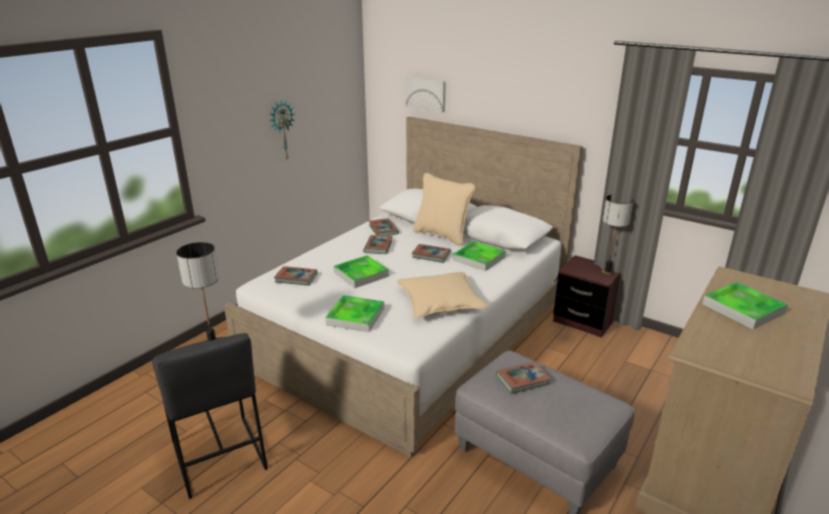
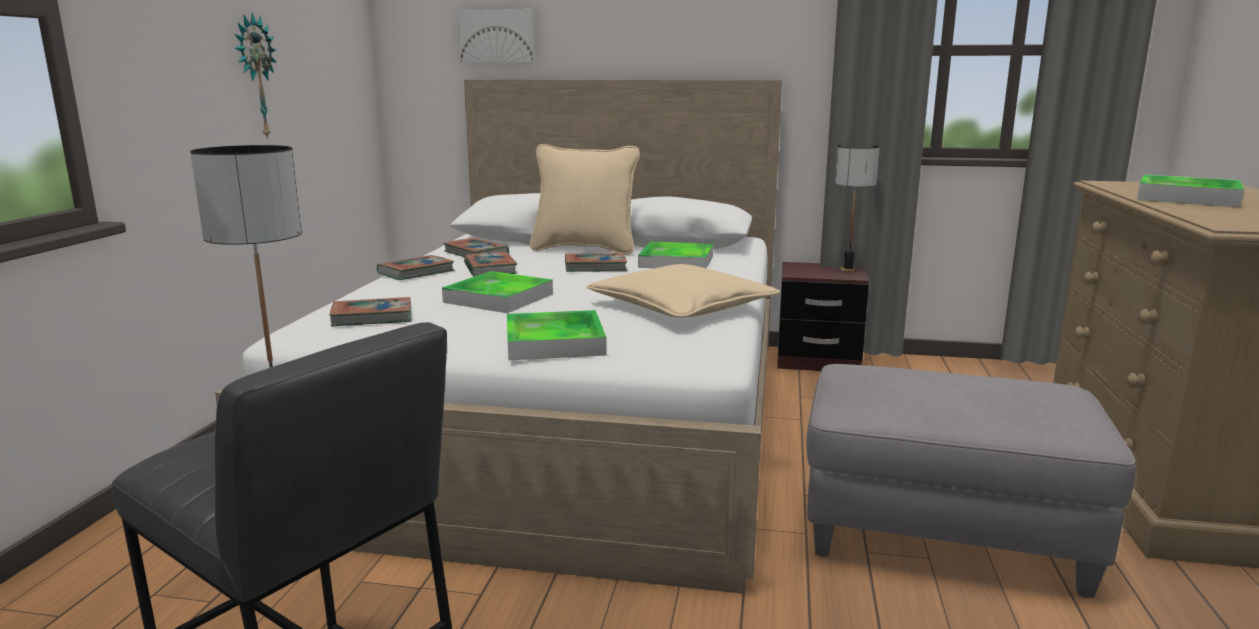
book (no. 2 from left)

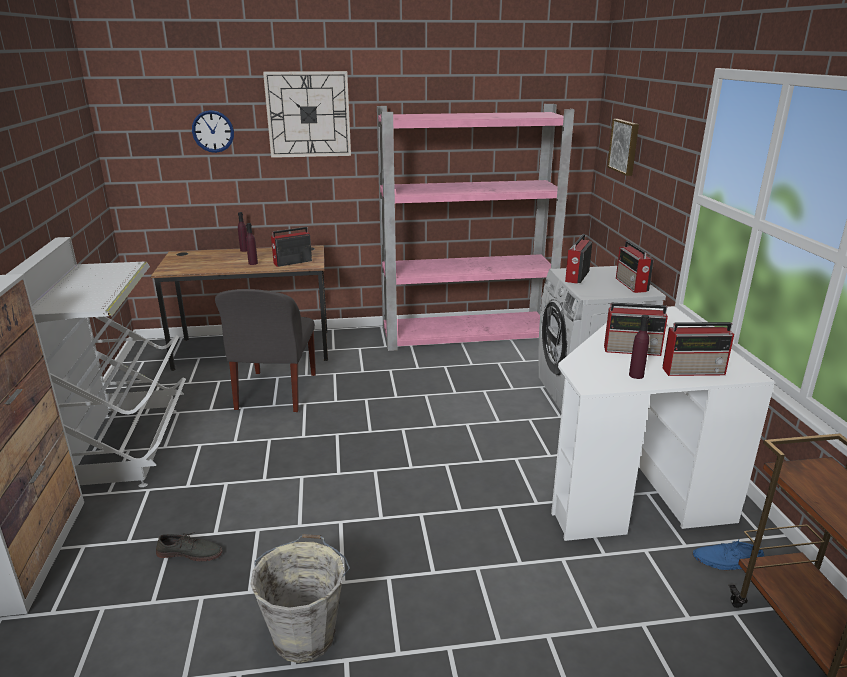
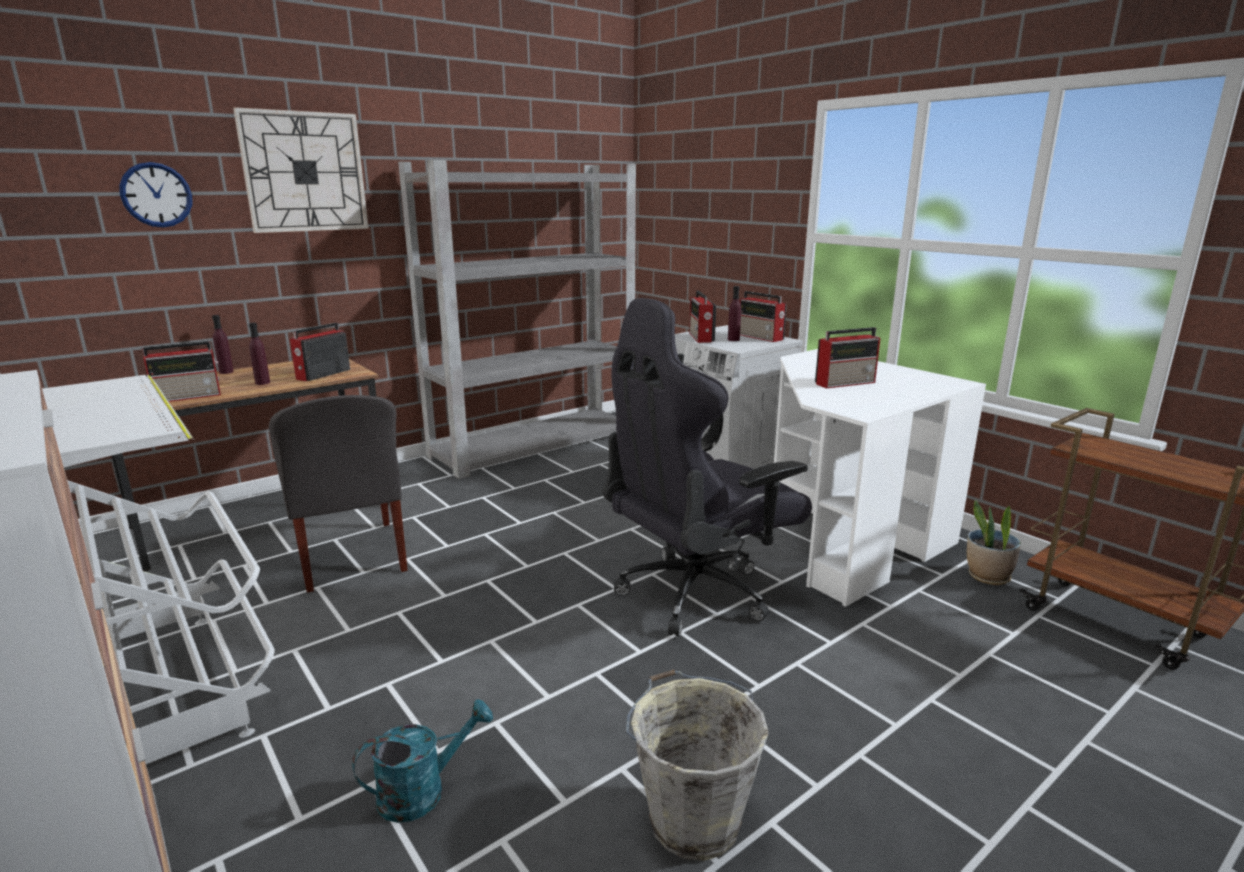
picture; office chair (black); bottle (purple) (no. 3 from left); radio (no. 1 from left); watering can (turquoise); potted plant; bookcase (grey)

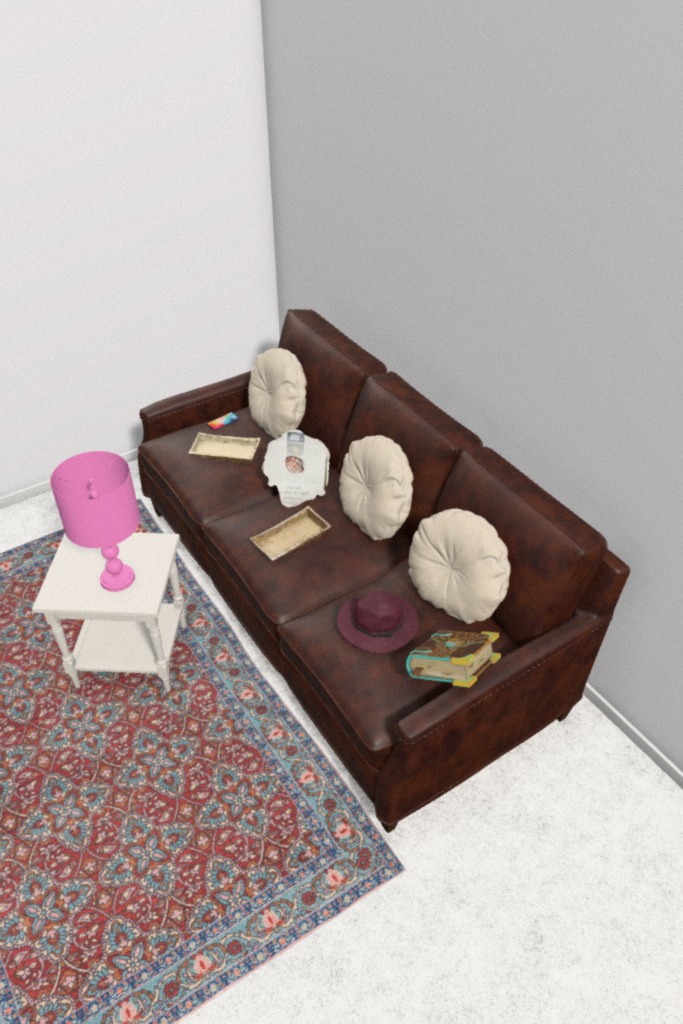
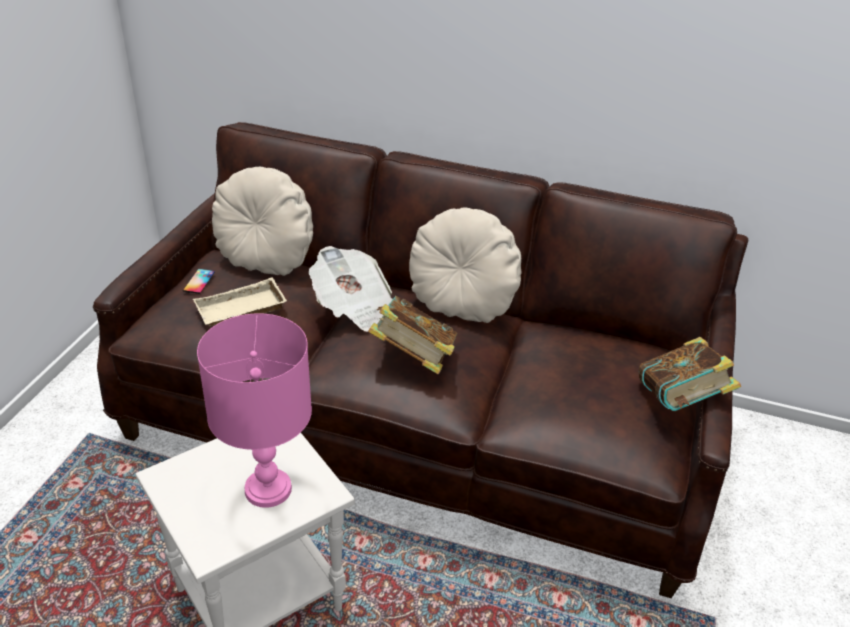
hat (purple); pillow (beige) (no. 3 from left in the first image); book (no. 1 from left)

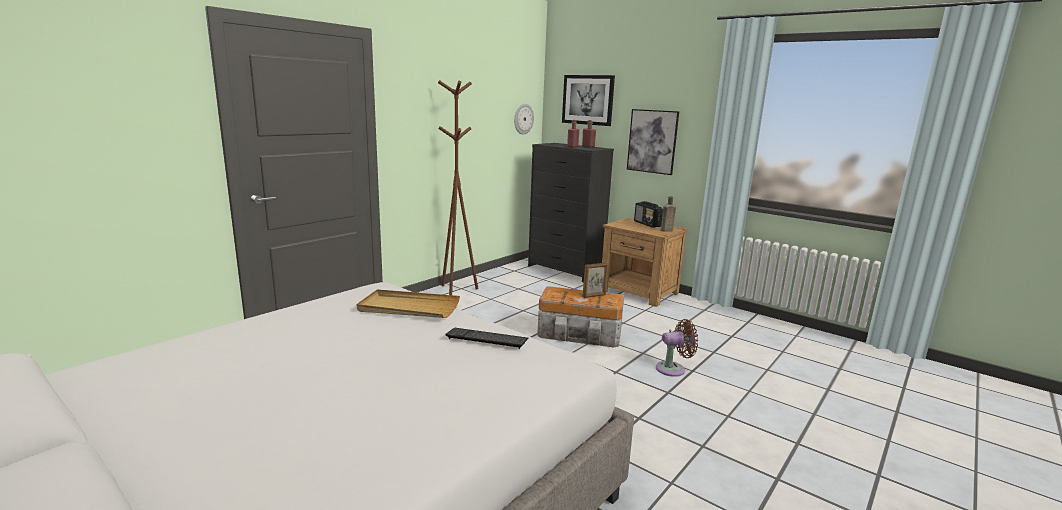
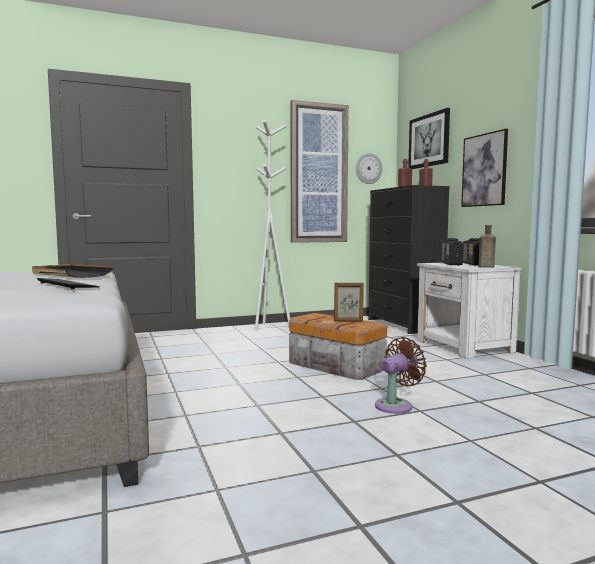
picture (no. 1 from left); radio (no. 1 from left); tray (black); clothes rack (white); nightstand (white); fan (brown)

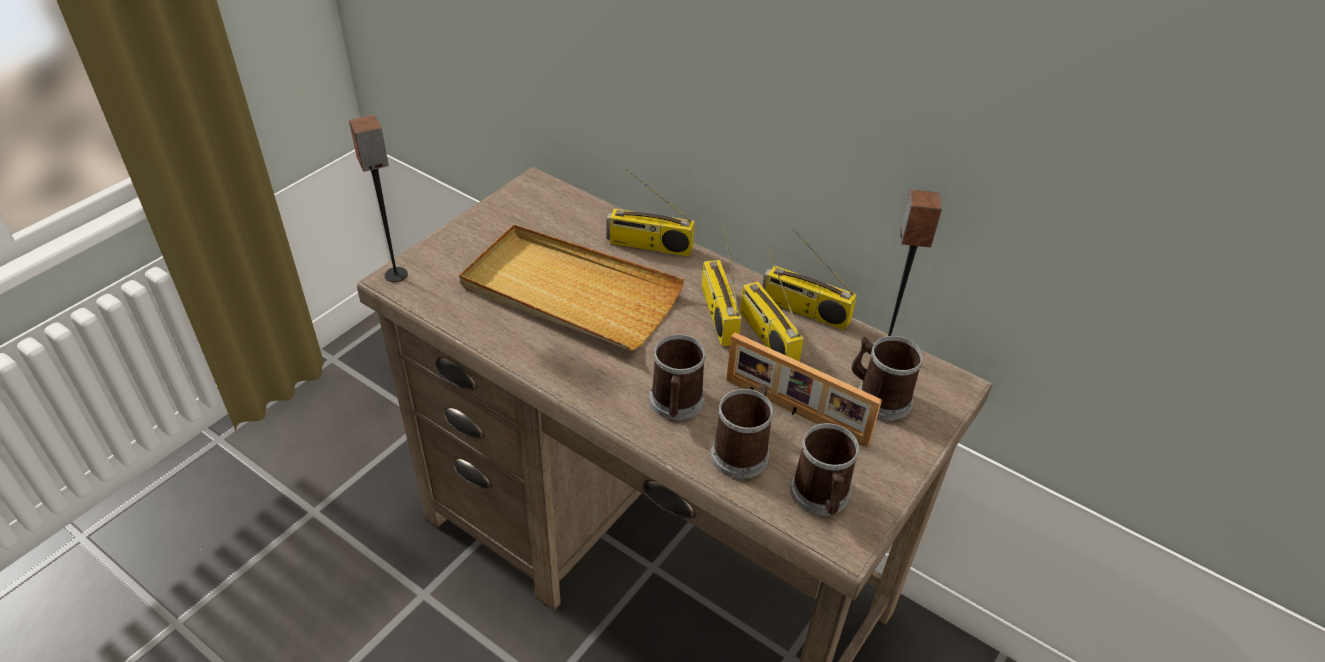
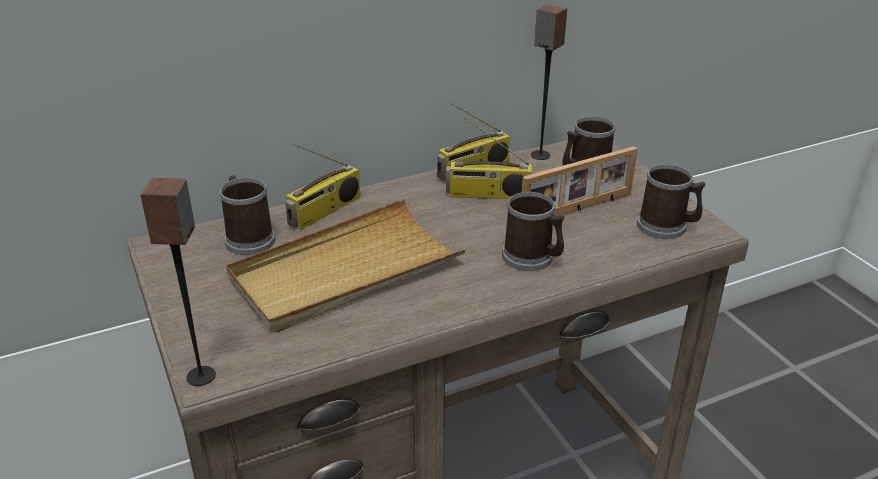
radio (no. 2 from left in the first image); mug (no. 1 from left)

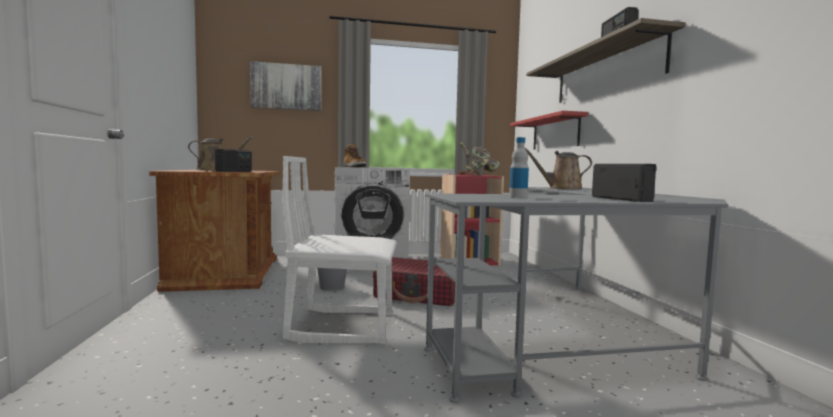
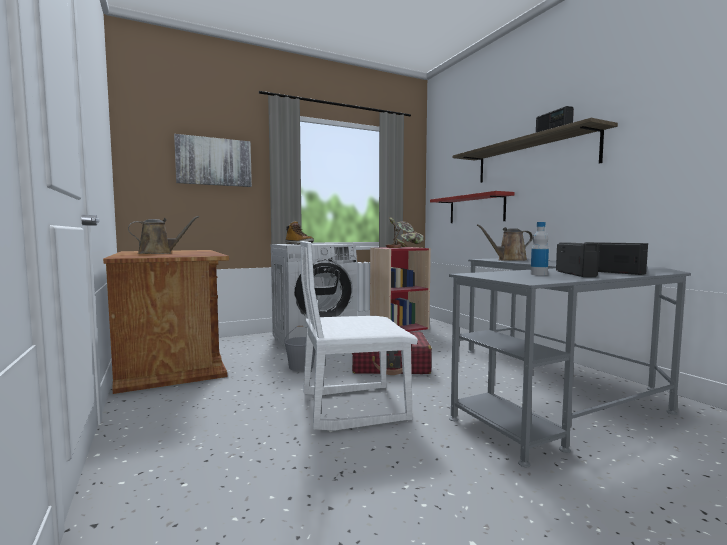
radio (no. 2 from left)

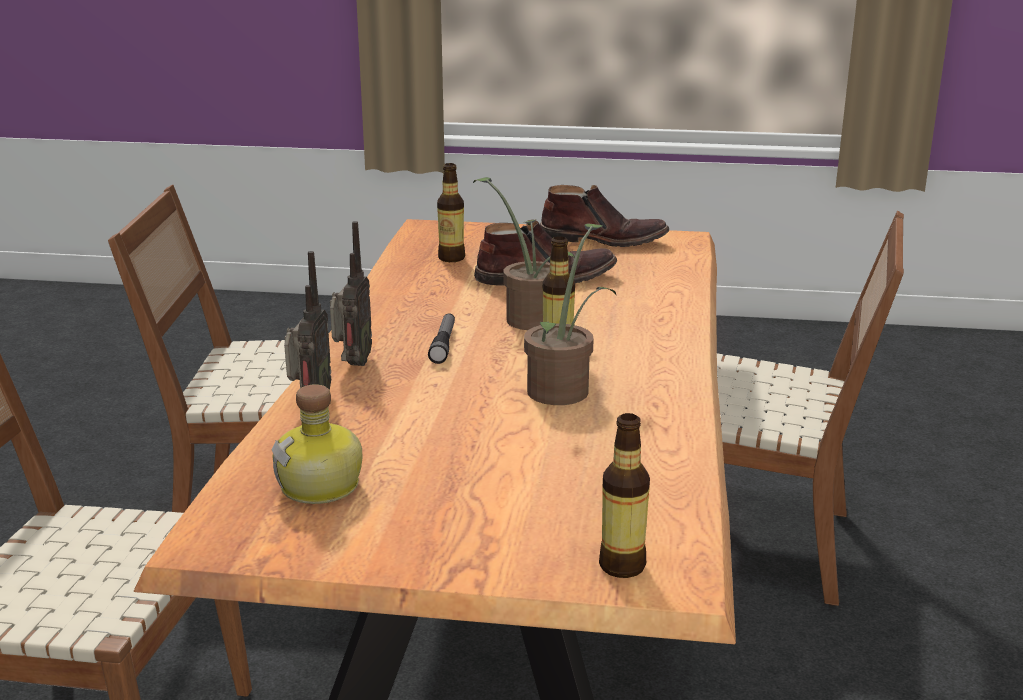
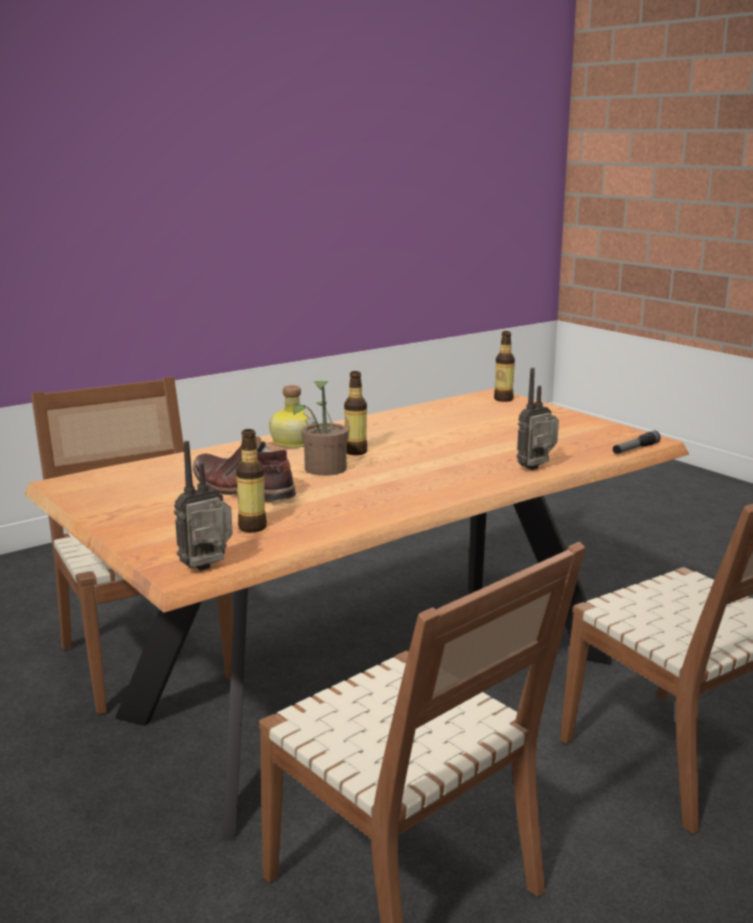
potted plant (no. 2 from left in the first image); boot (brown) (no. 2 from left in the first image); bottle (no. 2 from left); radio (no. 1 from left); flashlight

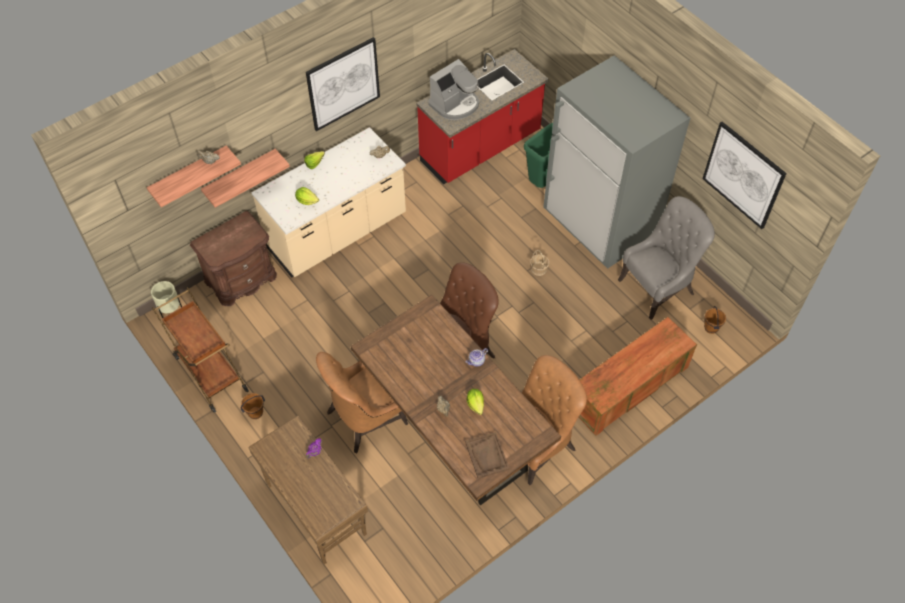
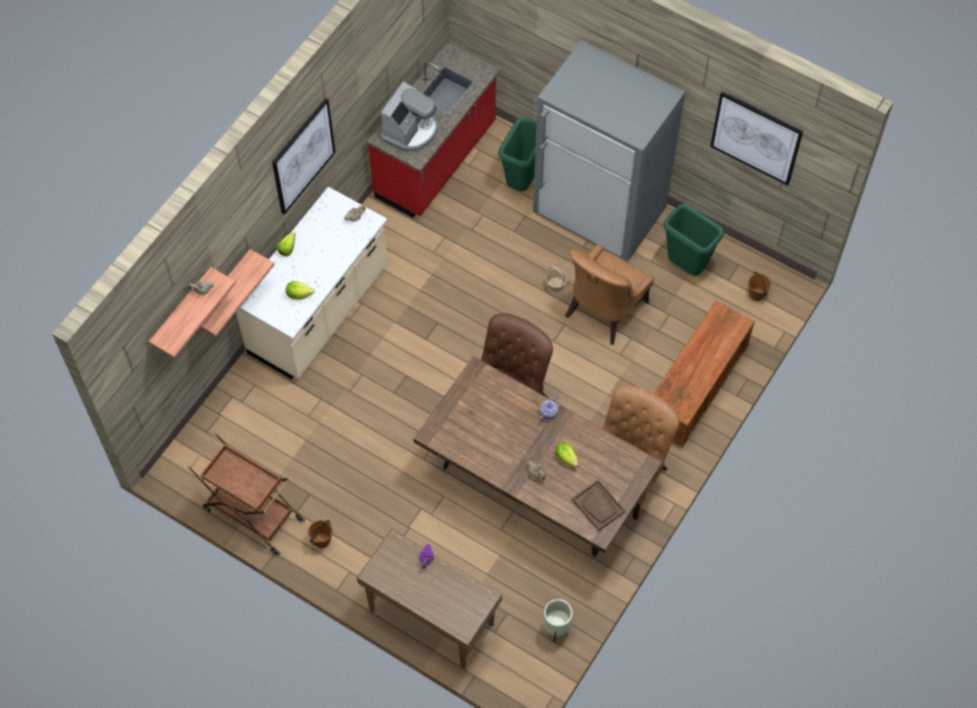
nightstand (brown); planter (beige); chair (brown) (no. 2 from left); trash can (green) (no. 2 from left)

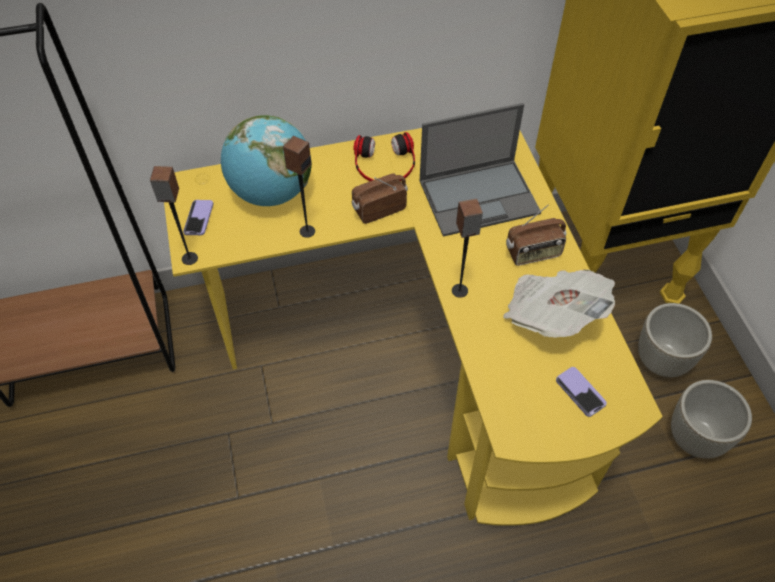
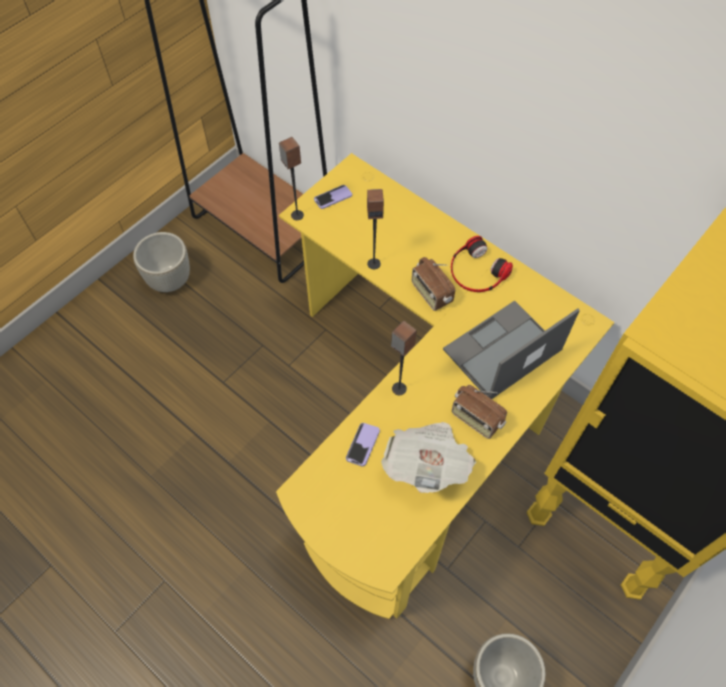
globe; phone (no. 2 from left); planter (grey) (no. 1 from left); radio (no. 1 from left); laptop

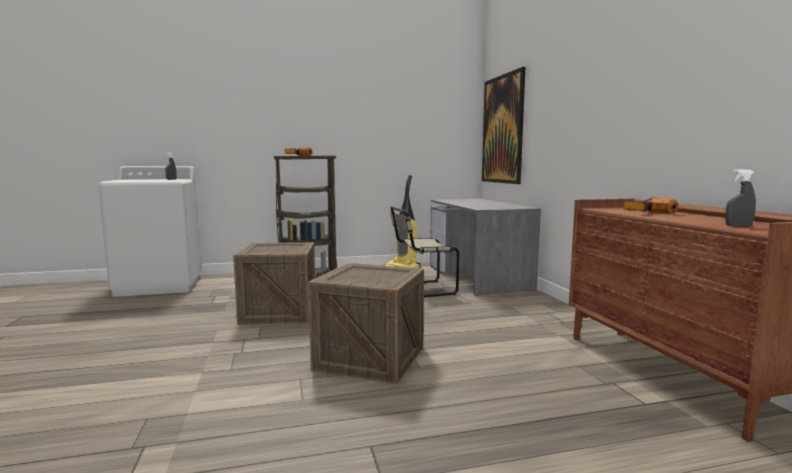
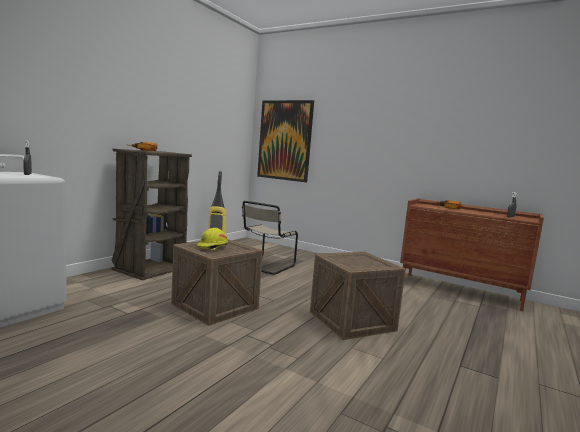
desk (grey); hard hat (yellow)

